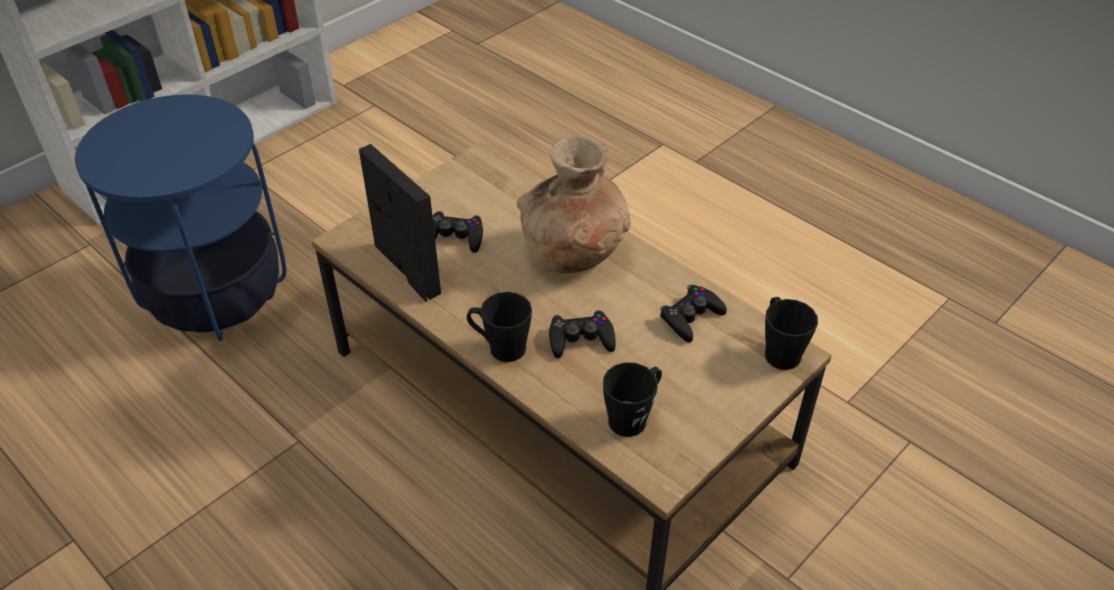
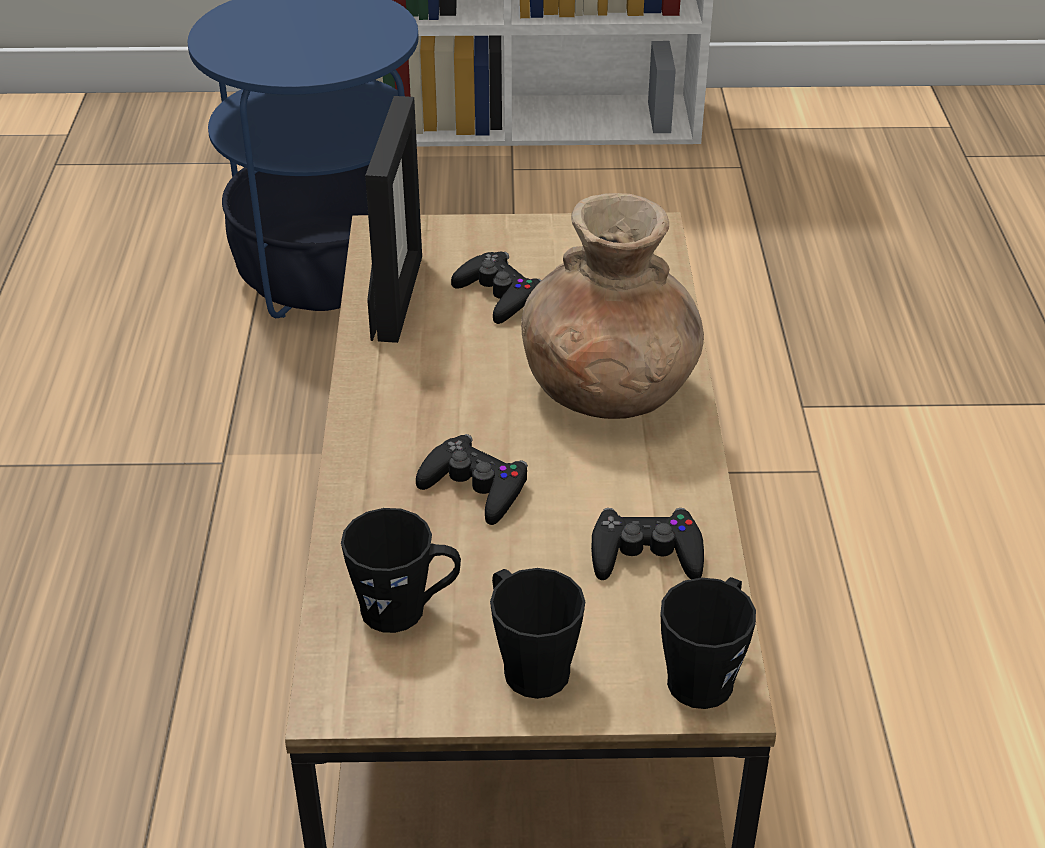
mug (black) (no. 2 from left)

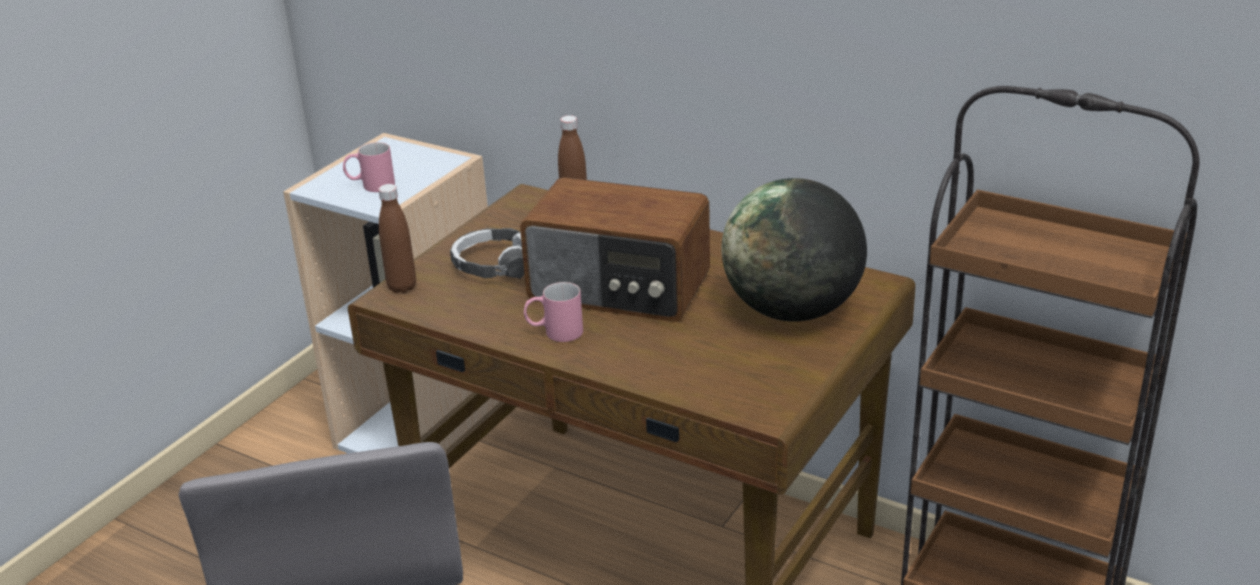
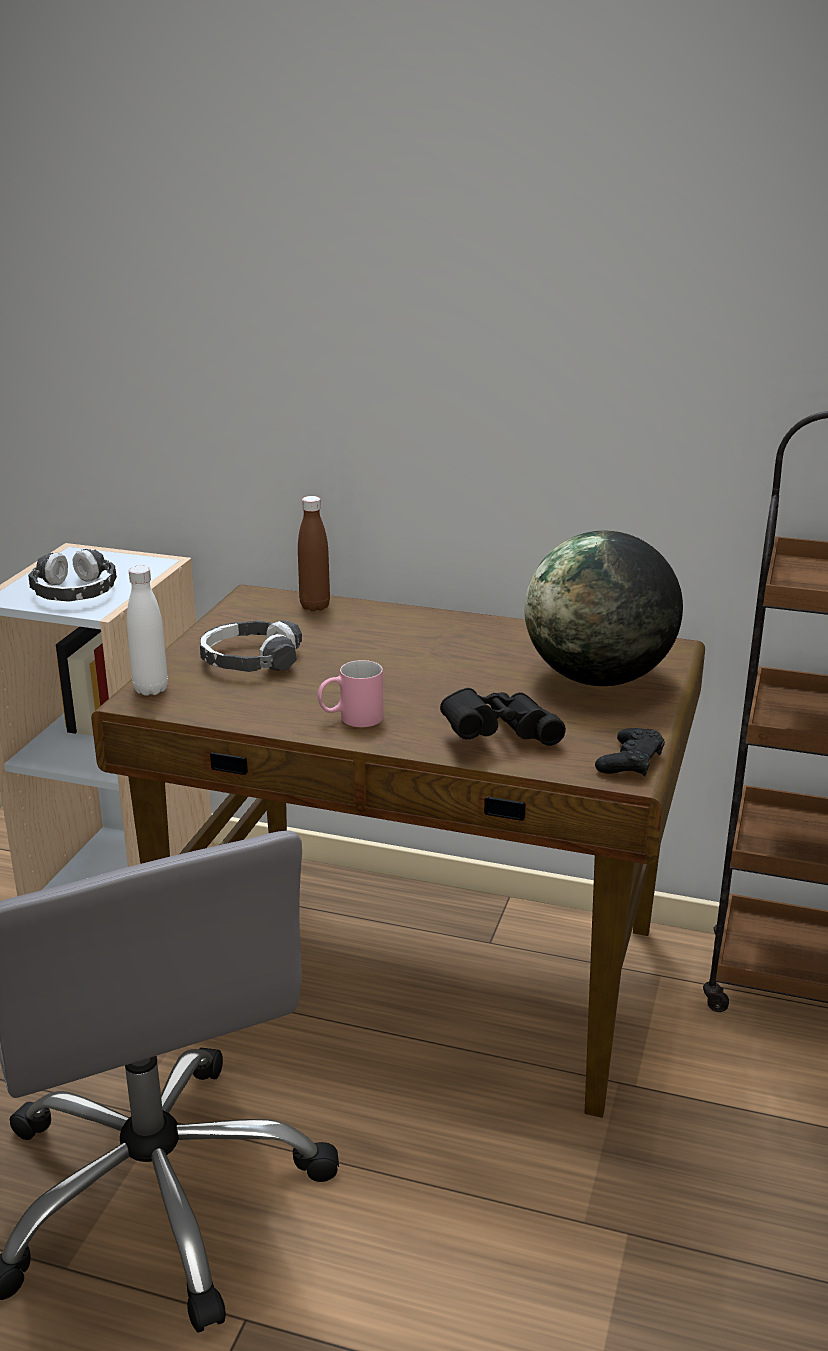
radio; binoculars (black); game controller (black); headphones (no. 1 from left); bottle (white)

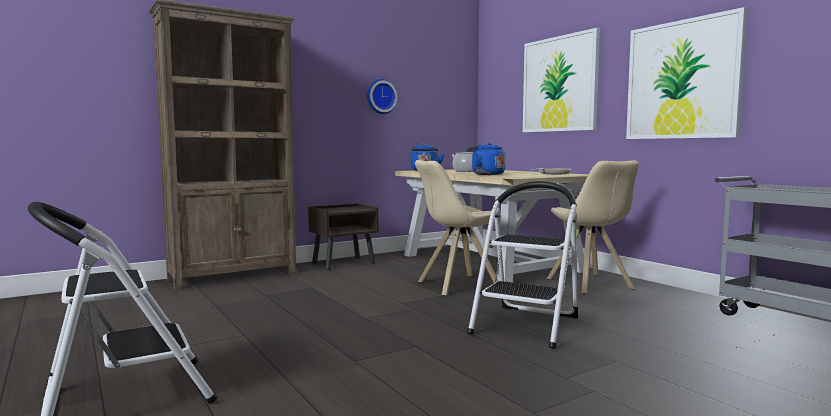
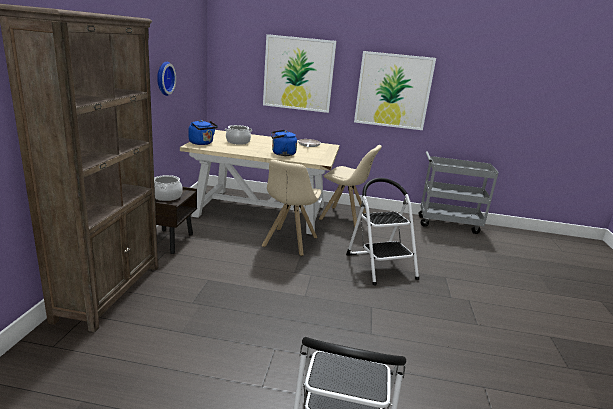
cooking pot (no. 1 from left)

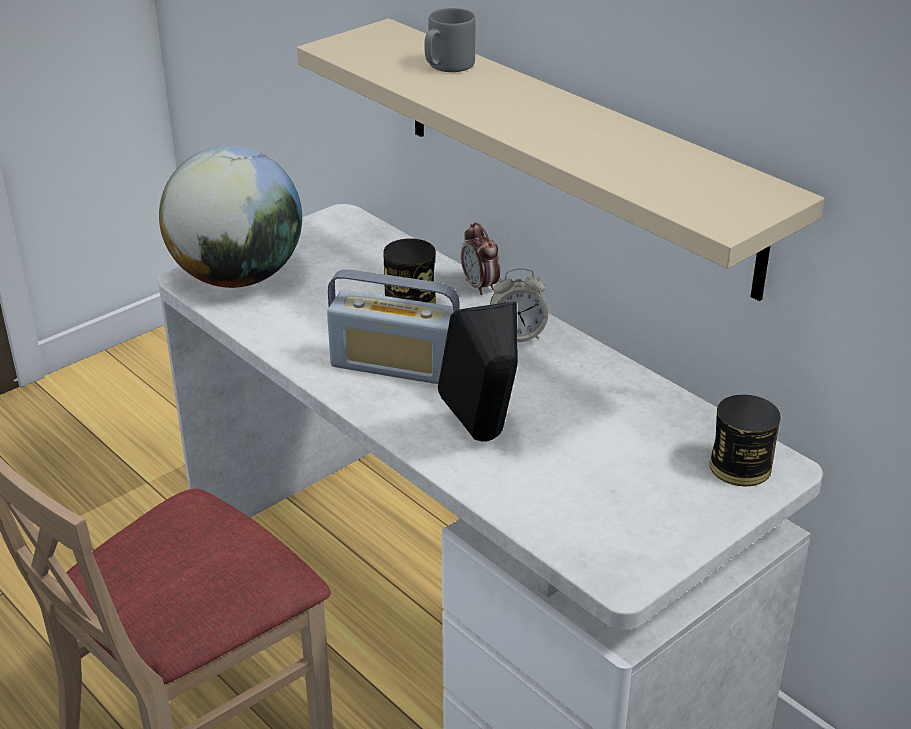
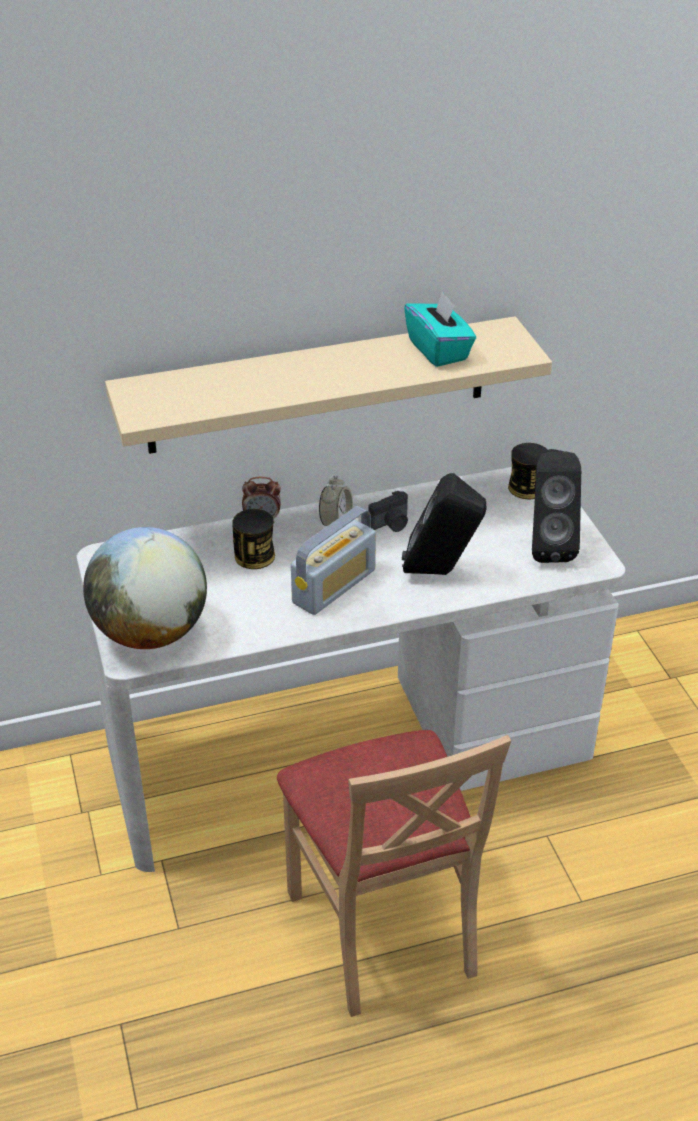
mug (grey); photo camera; tissue box (turquoise); speaker (black) (no. 2 from left)

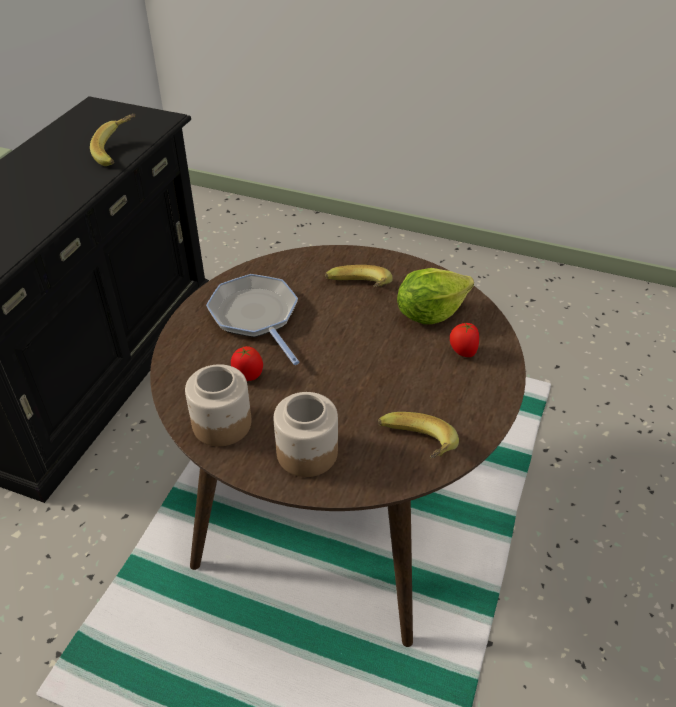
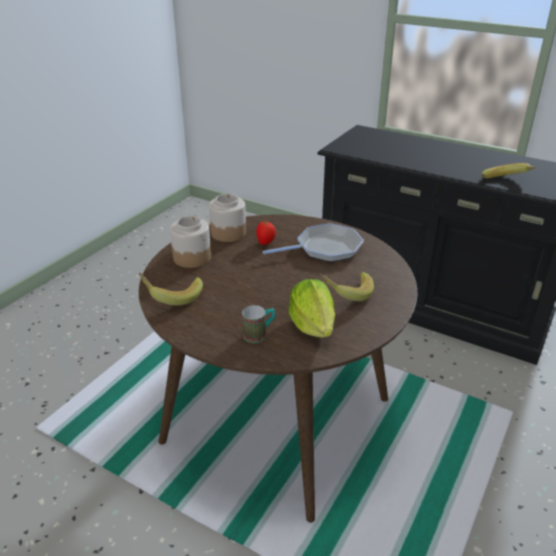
mug

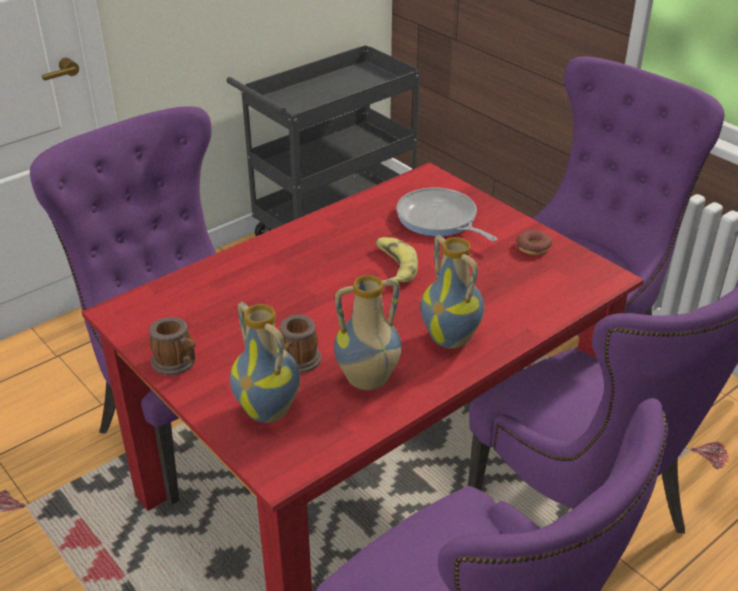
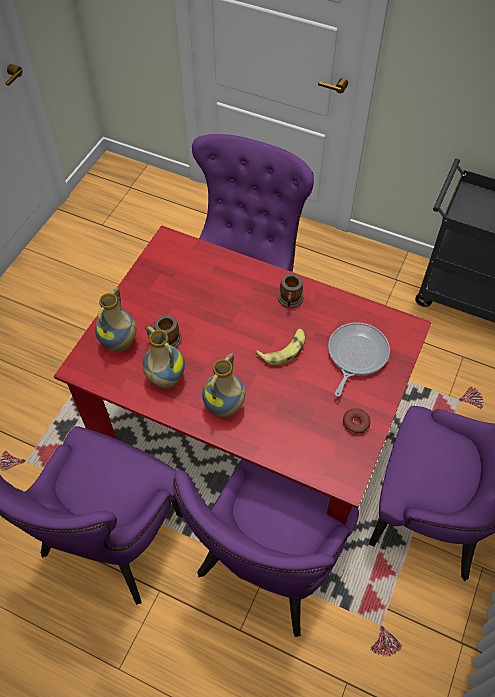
mug (no. 2 from left)

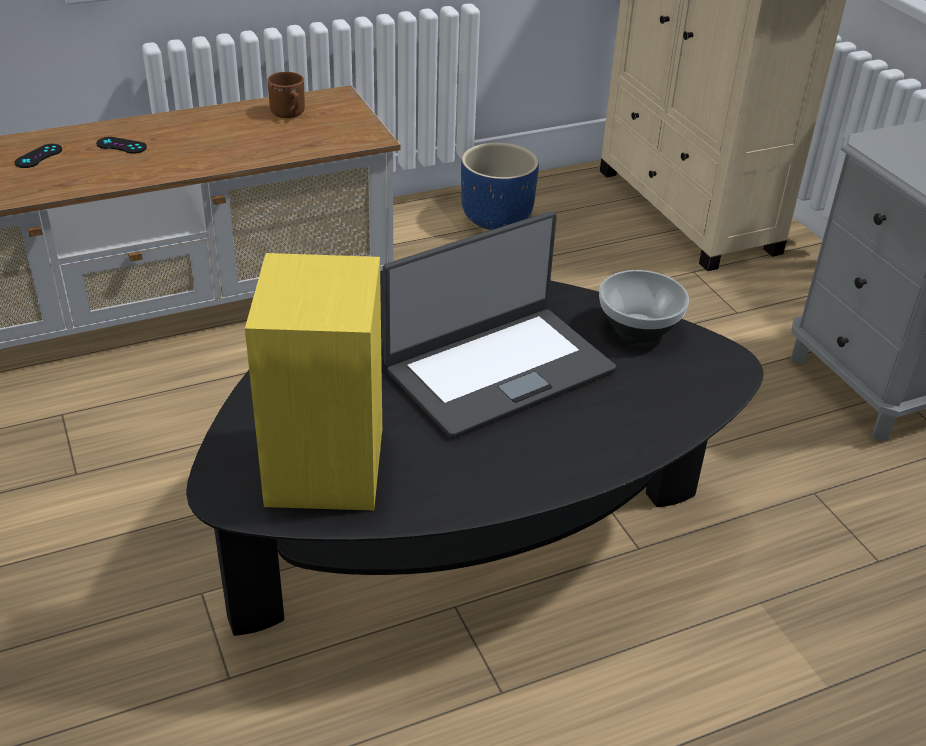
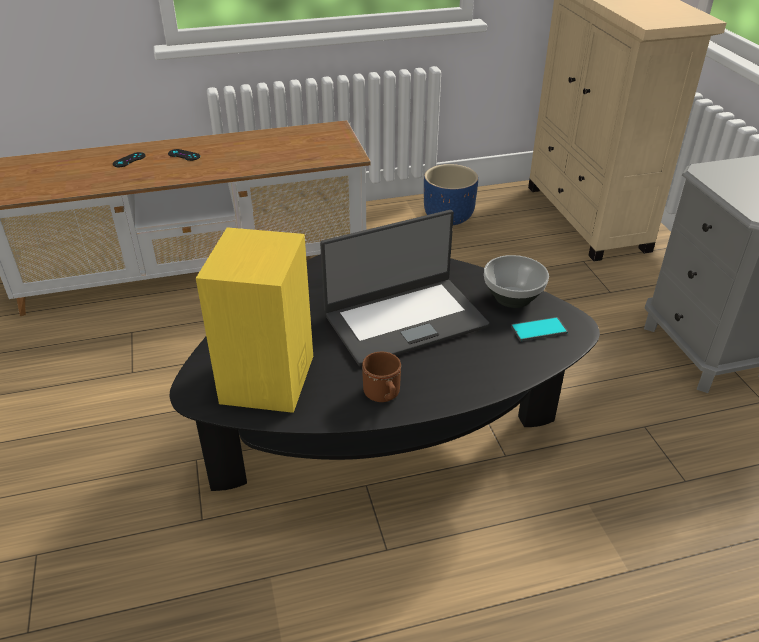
phone; mug (brown)

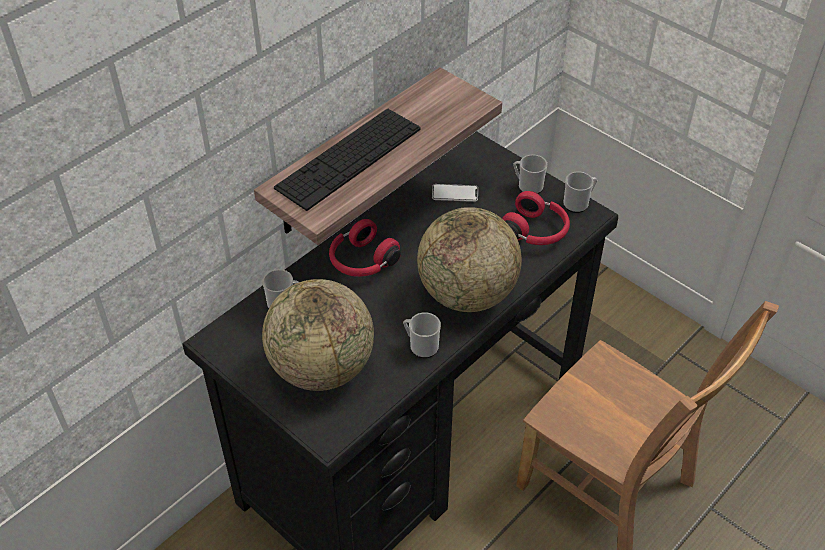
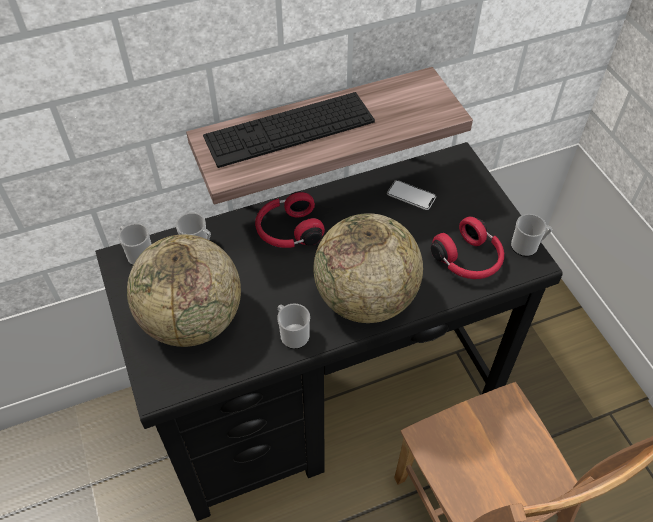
mug (no. 1 from left)

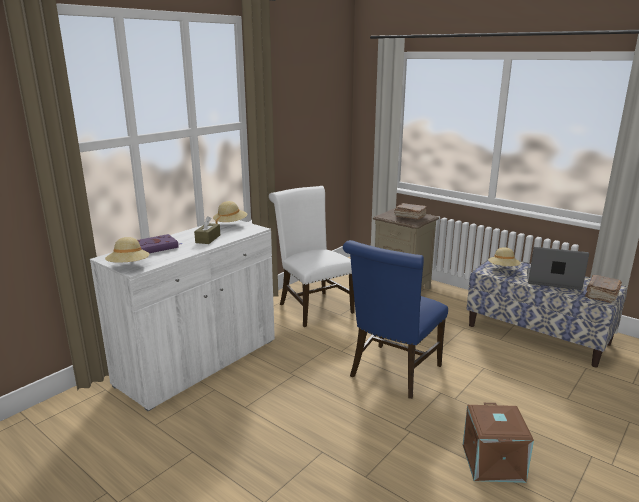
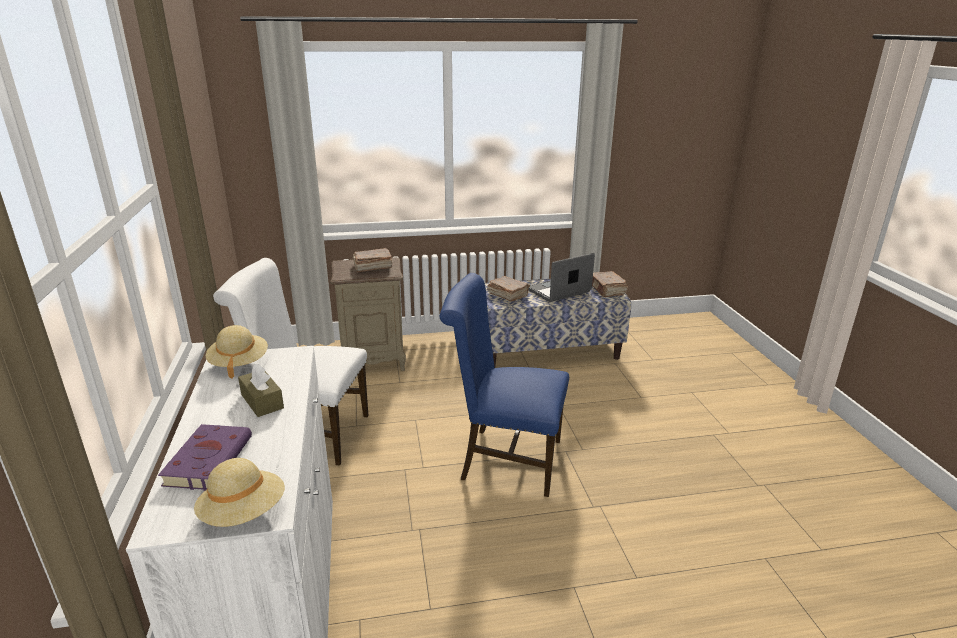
storage box (brown); book (brown) (no. 2 from left); chair (blue)

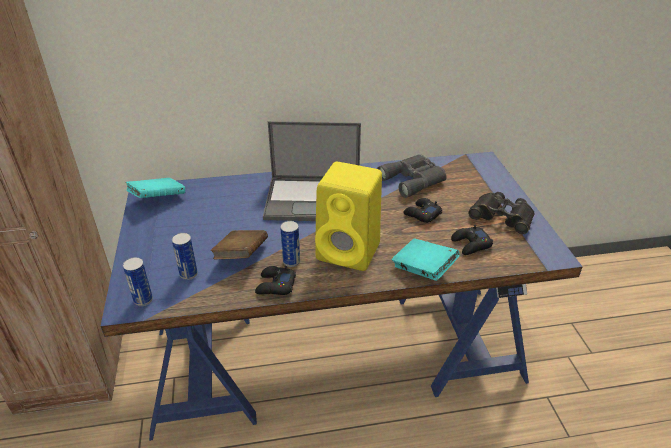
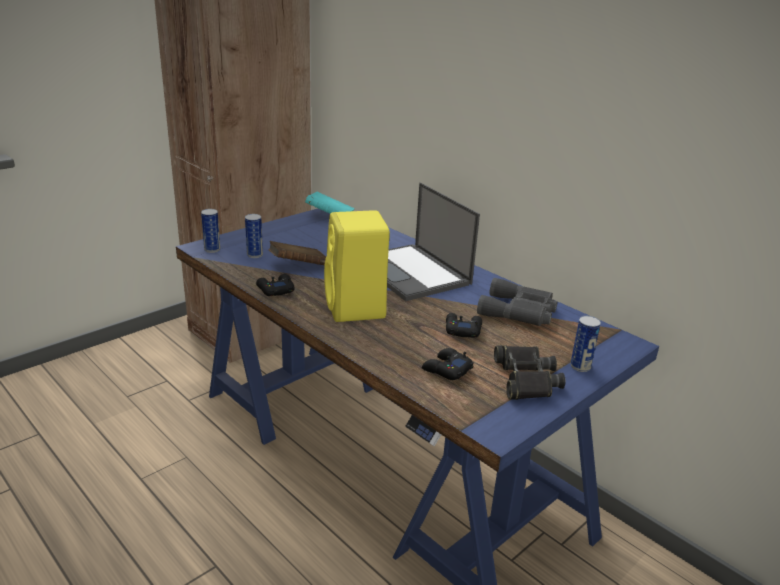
book (turquoise) (no. 2 from left in the first image); can (no. 3 from left)

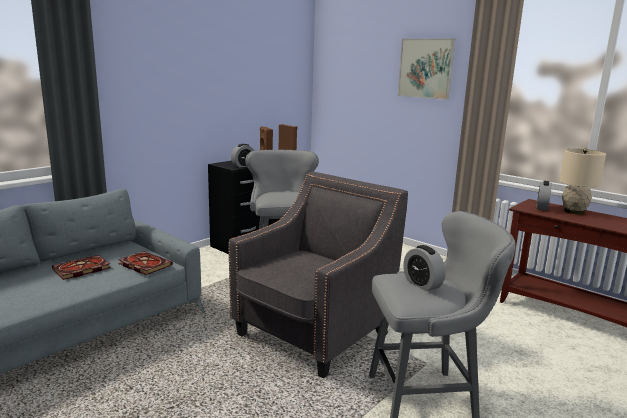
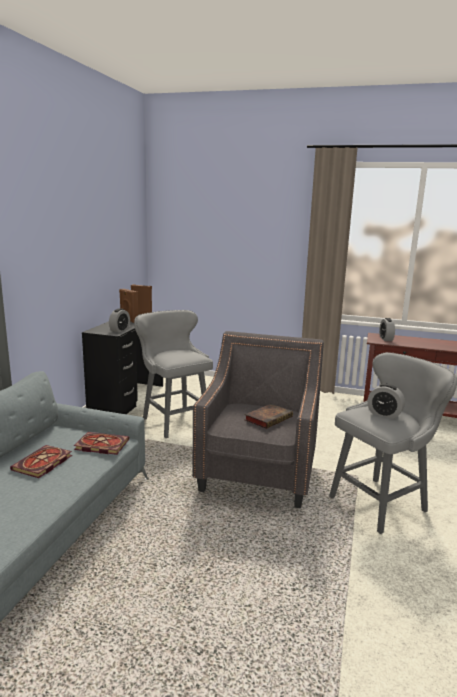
picture; table lamp (beige); book (no. 3 from left)

